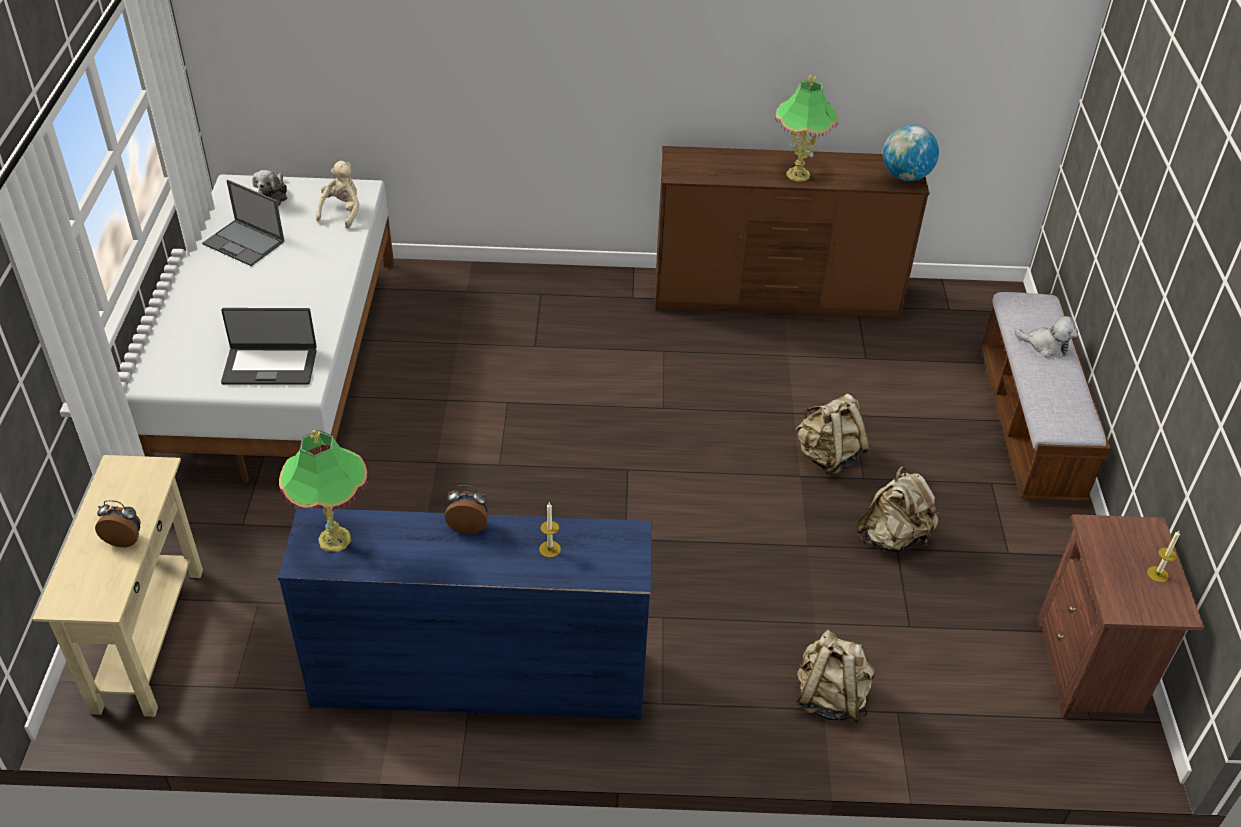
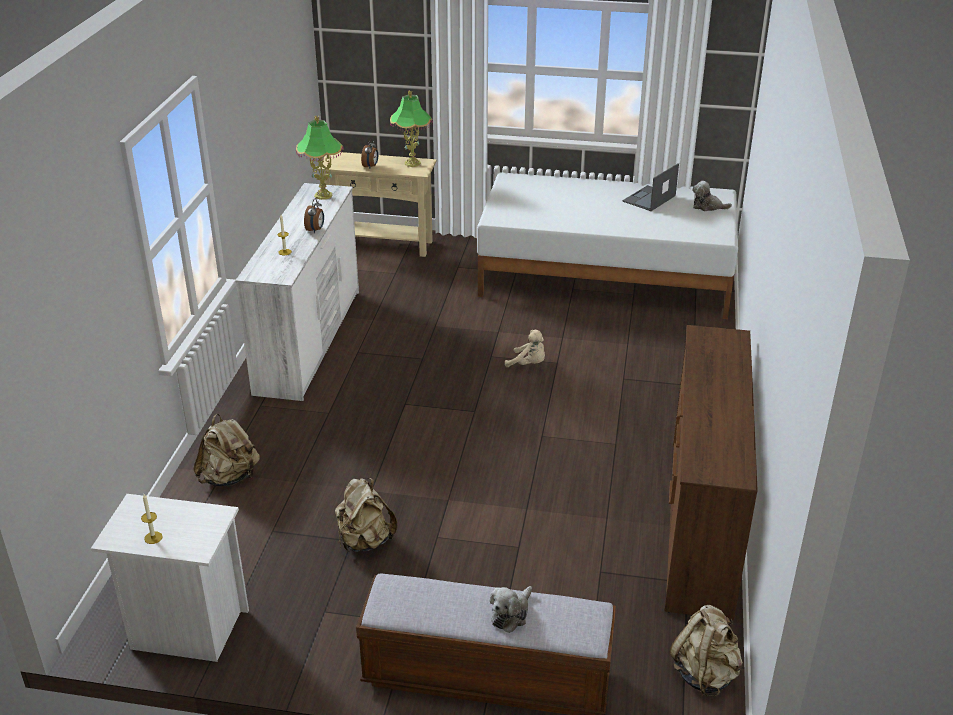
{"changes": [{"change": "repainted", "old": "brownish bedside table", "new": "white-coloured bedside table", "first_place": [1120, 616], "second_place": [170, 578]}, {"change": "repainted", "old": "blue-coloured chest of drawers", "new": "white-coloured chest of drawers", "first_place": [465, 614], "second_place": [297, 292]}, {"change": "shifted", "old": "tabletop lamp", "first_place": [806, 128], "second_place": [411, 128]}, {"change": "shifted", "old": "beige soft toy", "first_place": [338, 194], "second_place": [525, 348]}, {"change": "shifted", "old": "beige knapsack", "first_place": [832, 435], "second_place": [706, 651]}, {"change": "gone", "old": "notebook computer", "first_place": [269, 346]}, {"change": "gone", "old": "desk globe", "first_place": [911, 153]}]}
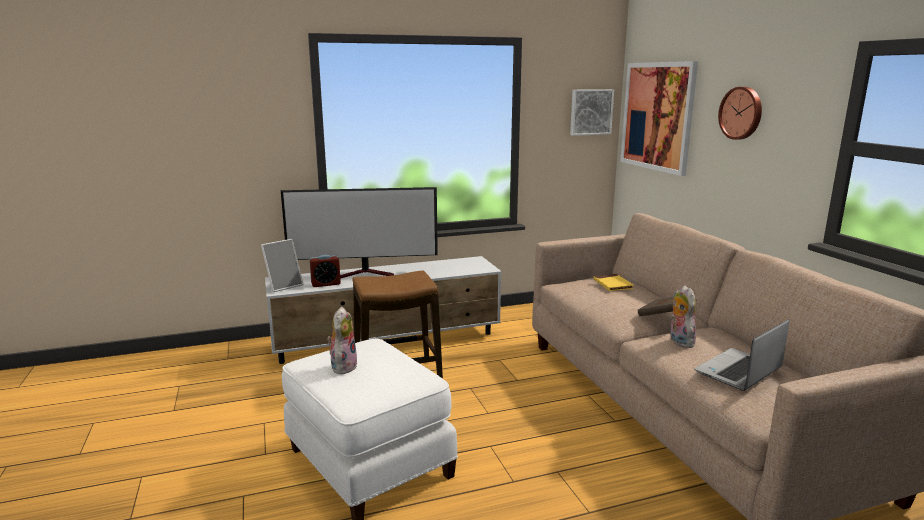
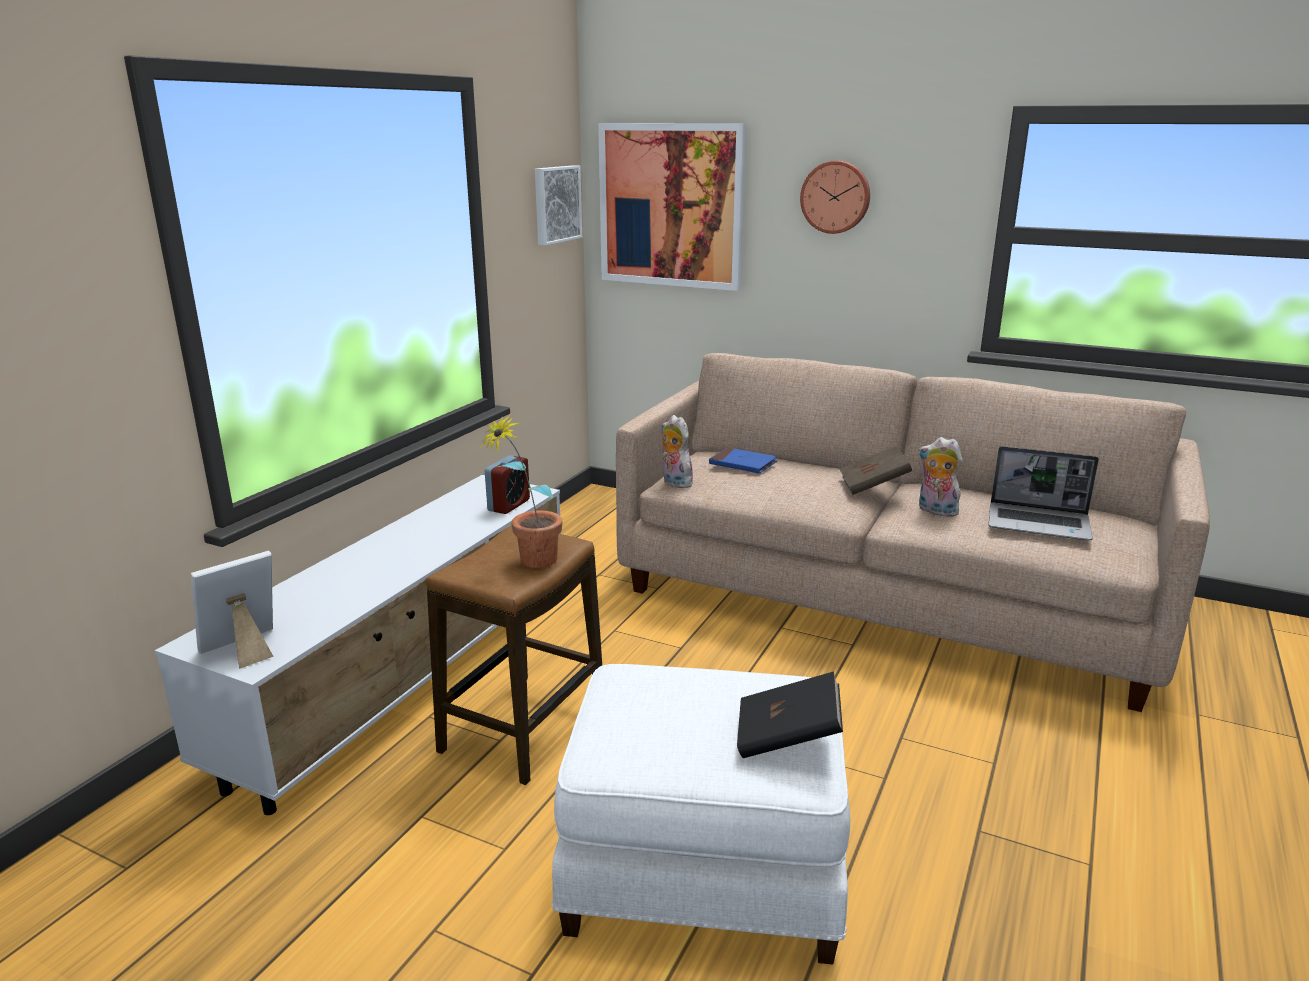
{"changes": [{"change": "rotated", "old": "standing frame", "first_place": [282, 265], "second_place": [232, 610], "degrees": -135}, {"change": "new", "new": "plant in a pot", "second_place": [521, 490]}, {"change": "shifted", "old": "table clock", "first_place": [325, 271], "second_place": [507, 484]}, {"change": "shifted", "old": "soft toy", "first_place": [342, 341], "second_place": [677, 451]}, {"change": "repainted", "old": "yellowish volume", "new": "blue-coloured volume", "first_place": [614, 282], "second_place": [743, 460]}, {"change": "new", "new": "black-coloured volume", "second_place": [790, 715]}, {"change": "rotated", "old": "notebook computer", "first_place": [742, 355], "second_place": [1044, 493], "degrees": -75}, {"change": "gone", "old": "television", "first_place": [359, 233]}]}
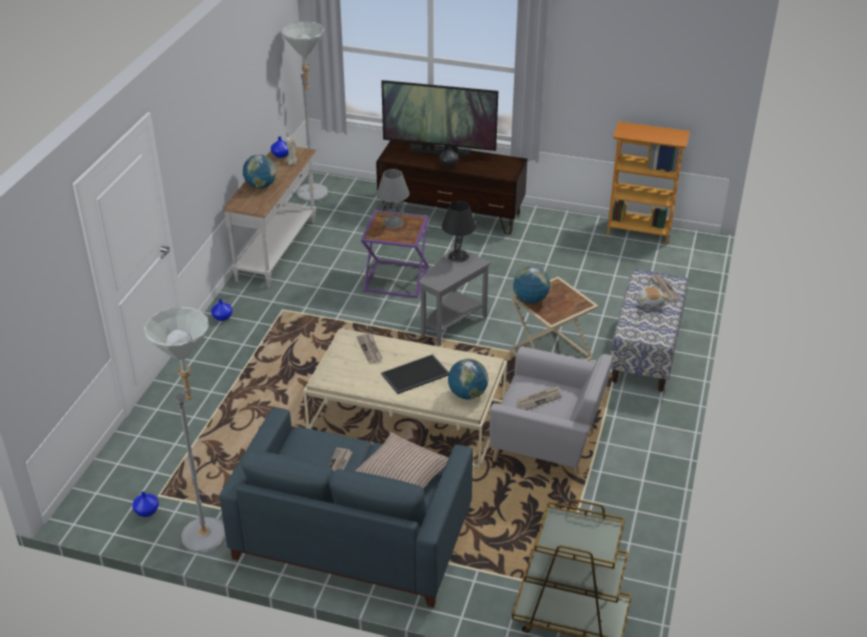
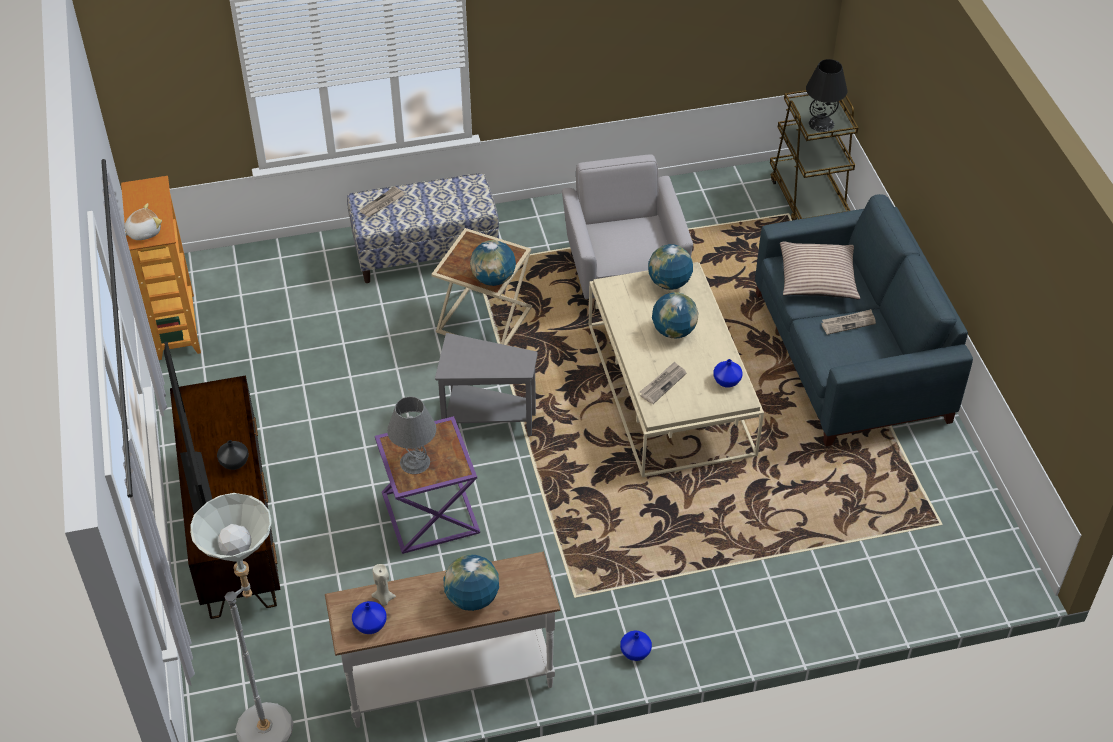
{"changes": [{"change": "shifted", "old": "soft toy", "first_place": [652, 298], "second_place": [143, 221]}, {"change": "swapped", "old": "serving tray", "new": "desk globe", "first_place": [415, 374], "second_place": [675, 315]}, {"change": "shifted", "old": "blue-coloured decorative vase", "first_place": [145, 504], "second_place": [728, 373]}, {"change": "shifted", "old": "black-coloured tabletop lamp", "first_place": [459, 231], "second_place": [826, 95]}, {"change": "gone", "old": "grey standard lamp", "first_place": [185, 430]}, {"change": "gone", "old": "printed paper", "first_place": [539, 397]}]}
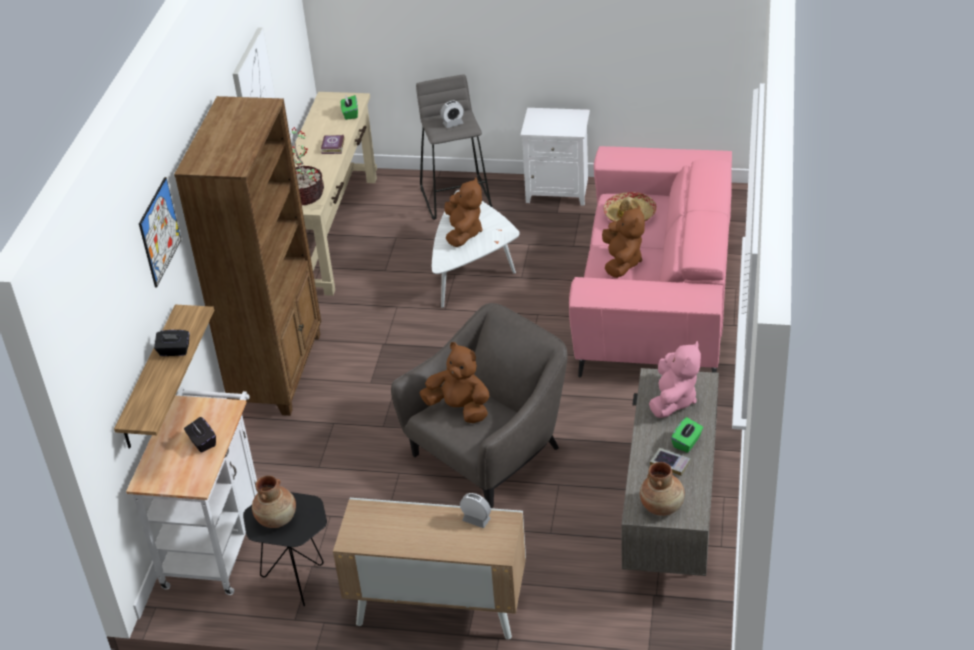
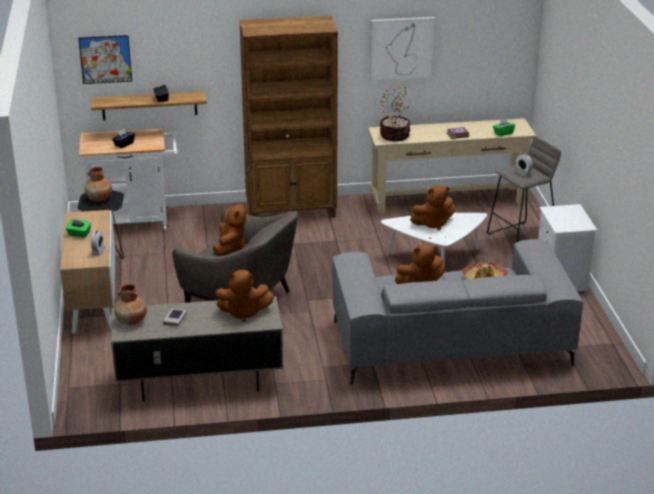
{"changes": [{"change": "shifted", "old": "greenish tissue box", "first_place": [687, 435], "second_place": [78, 228]}, {"change": "shifted", "old": "wall picture", "first_place": [160, 232], "second_place": [105, 59]}, {"change": "repainted", "old": "pinkish soft toy", "new": "brownish soft toy", "first_place": [675, 379], "second_place": [244, 296]}, {"change": "repainted", "old": "pinkish couch", "new": "grey couch", "first_place": [650, 261], "second_place": [457, 312]}]}
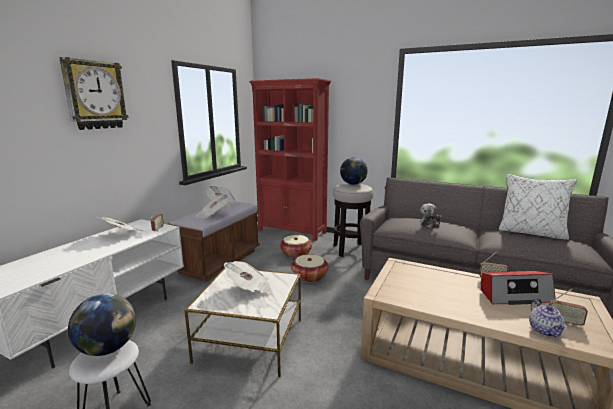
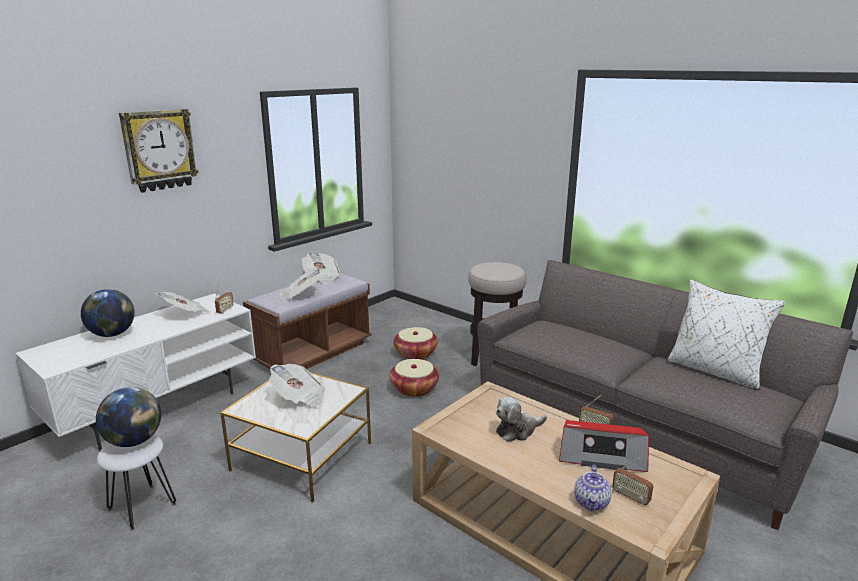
{"changes": [{"change": "shifted", "old": "desk globe", "first_place": [354, 171], "second_place": [108, 313]}, {"change": "shifted", "old": "soft toy", "first_place": [431, 215], "second_place": [521, 419]}, {"change": "gone", "old": "reddish bookcase", "first_place": [290, 159]}]}
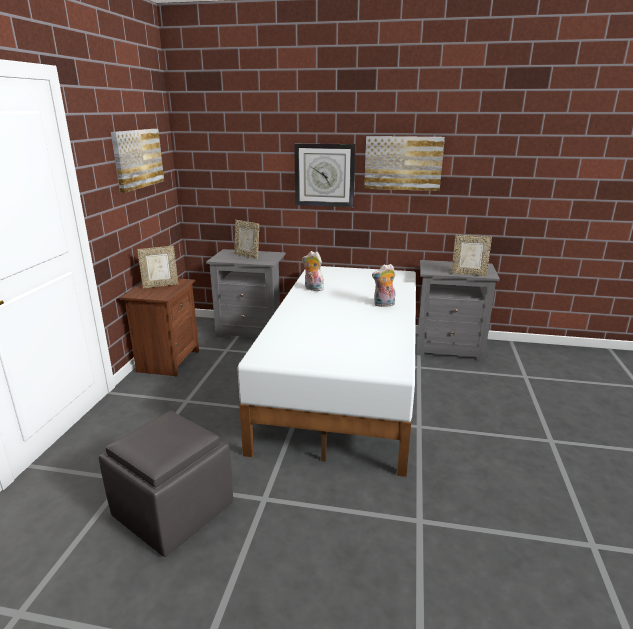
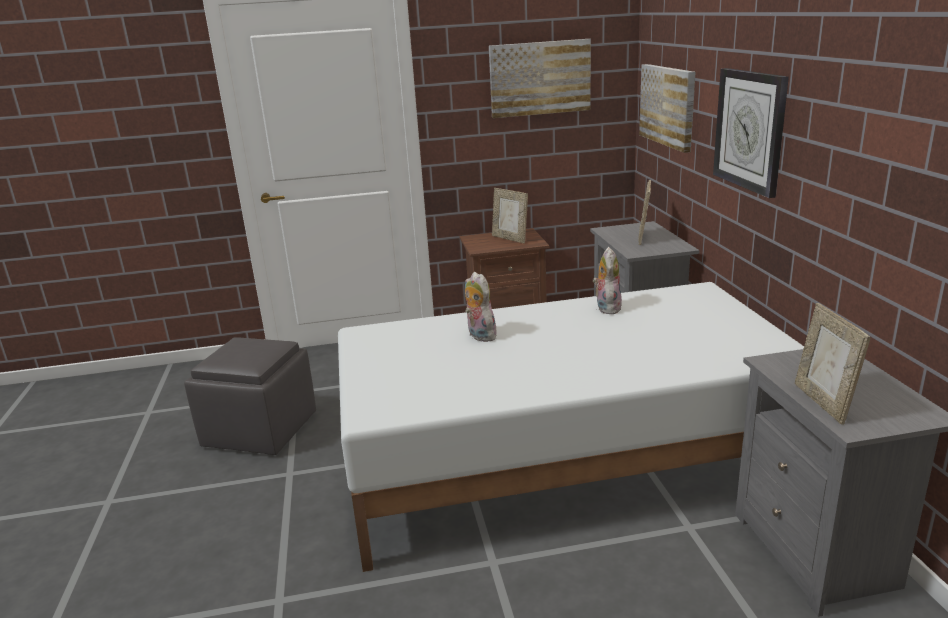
{"changes": [{"change": "shifted", "old": "soft toy", "first_place": [383, 285], "second_place": [481, 307]}, {"change": "shifted", "old": "wall picture", "first_place": [404, 163], "second_place": [667, 108]}]}
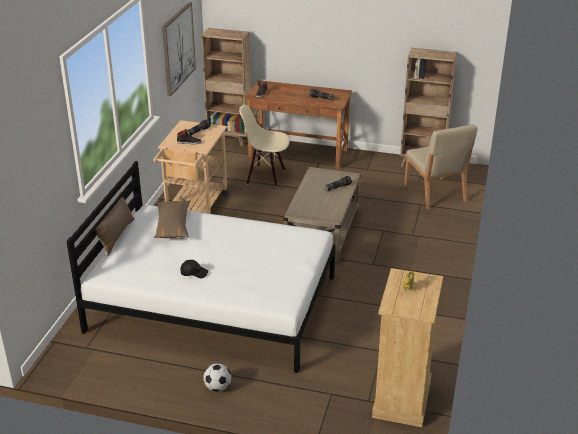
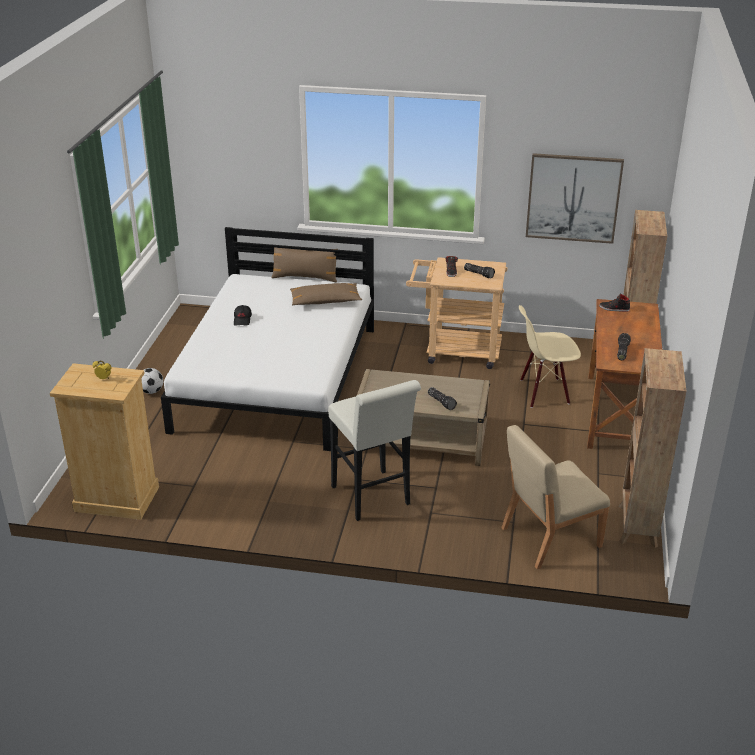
{"changes": [{"change": "new", "new": "white-coloured stool", "second_place": [374, 450]}, {"change": "rotated", "old": "beige upright chair", "first_place": [264, 145], "second_place": [550, 356], "degrees": -105}]}
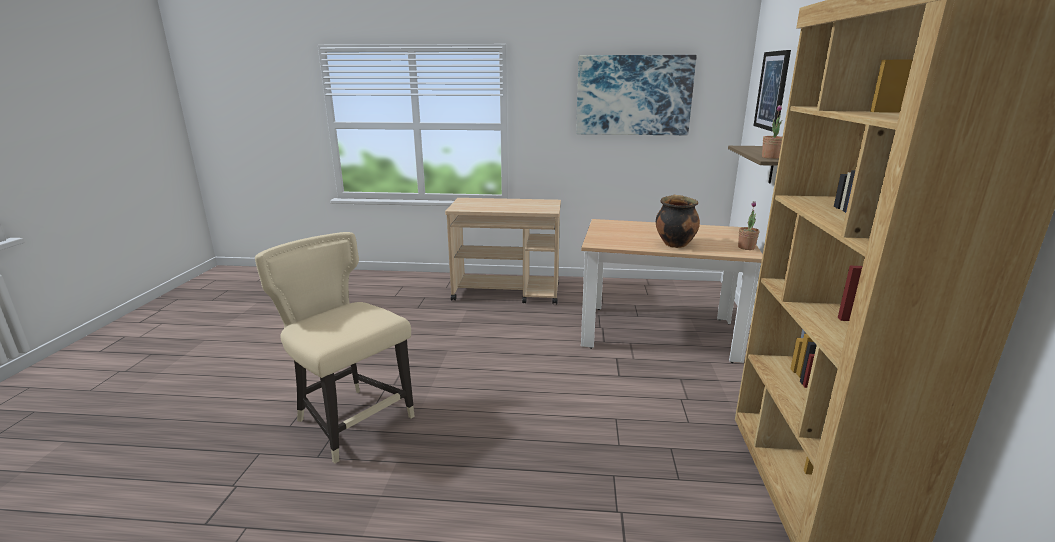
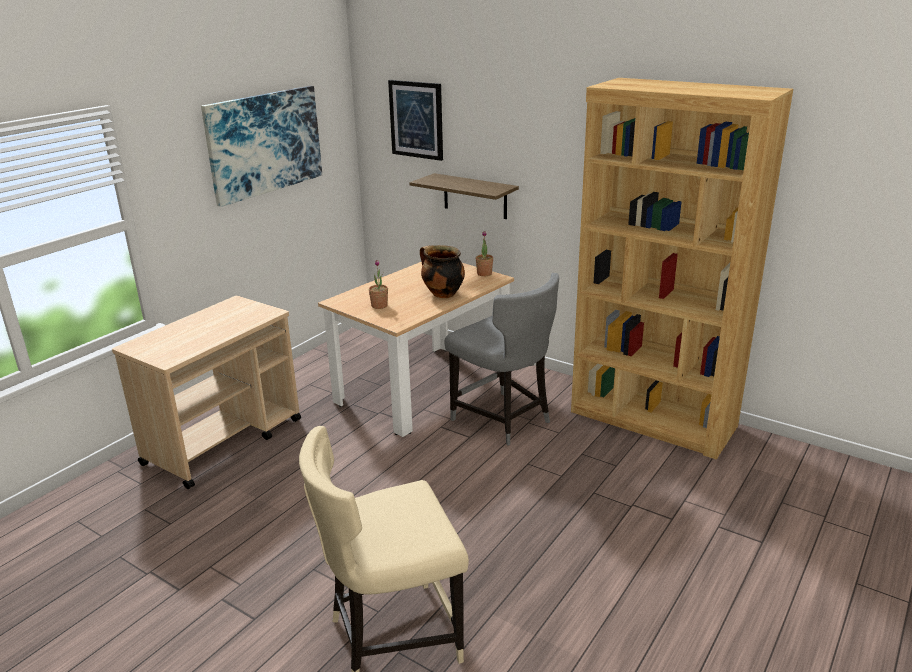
{"changes": [{"change": "shifted", "old": "plant in a pot", "first_place": [772, 132], "second_place": [378, 284]}, {"change": "new", "new": "grey upright chair", "second_place": [502, 359]}]}
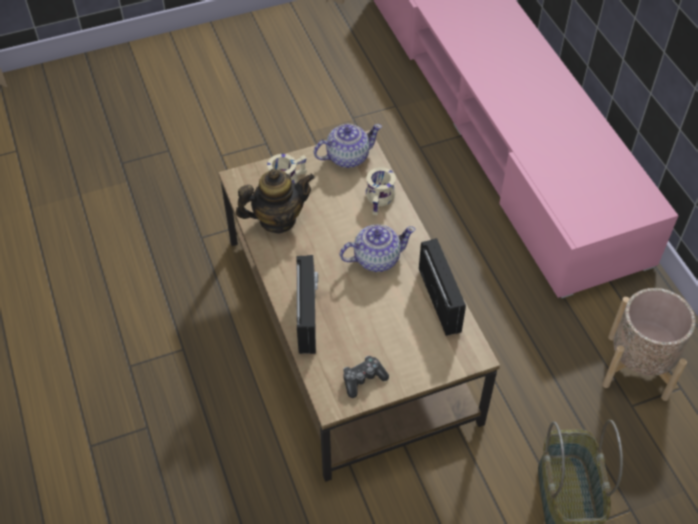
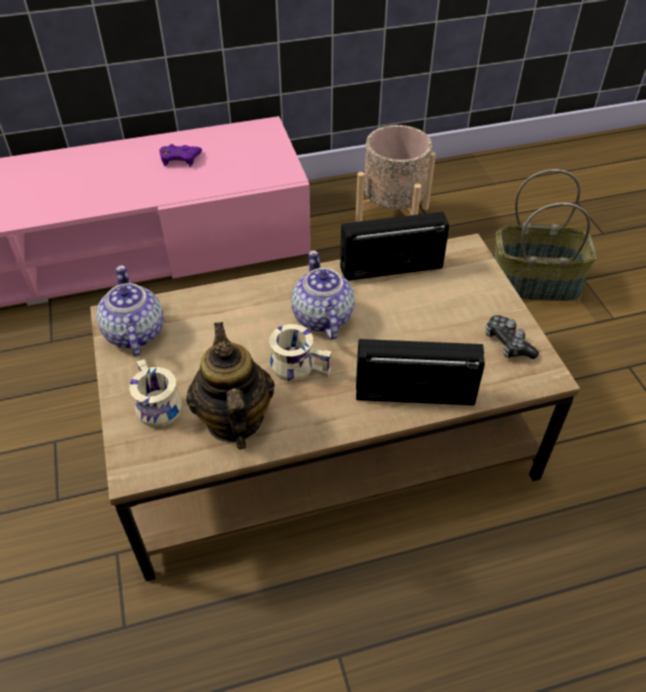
{"changes": [{"change": "new", "new": "purplish game controller", "second_place": [180, 155]}, {"change": "shifted", "old": "beige tea mug", "first_place": [381, 191], "second_place": [300, 352]}]}
